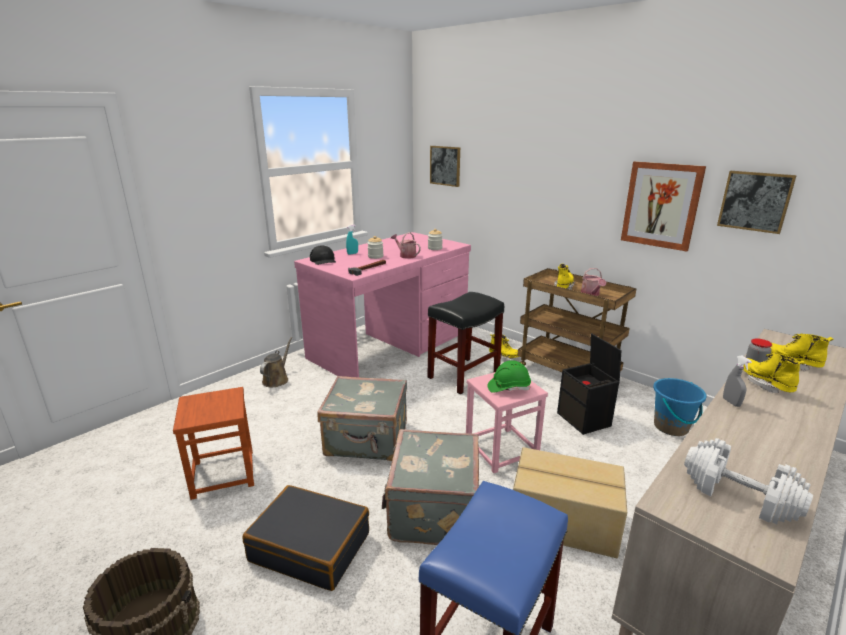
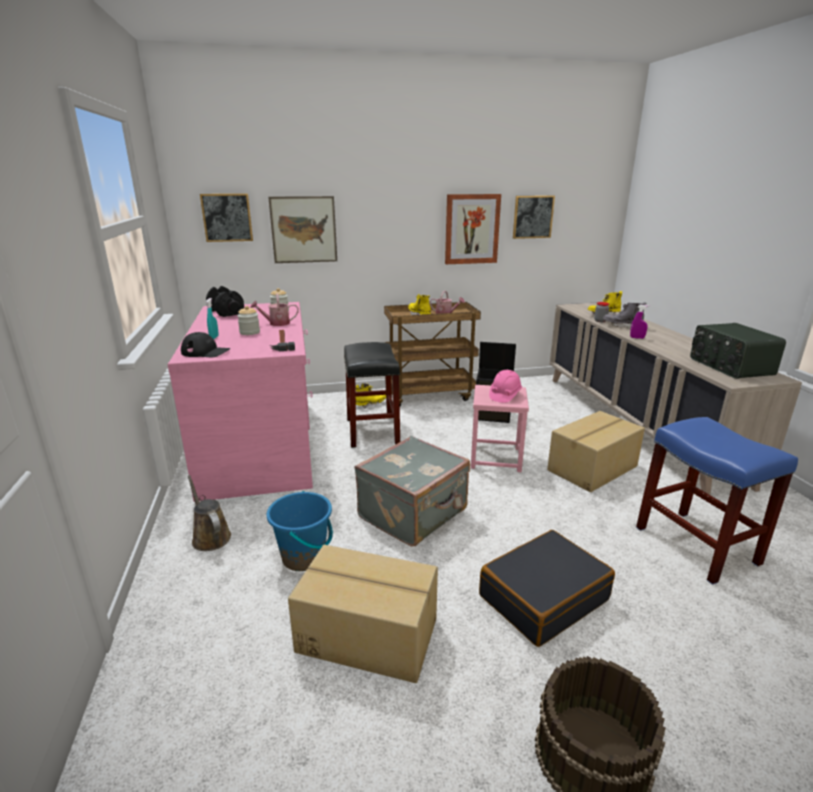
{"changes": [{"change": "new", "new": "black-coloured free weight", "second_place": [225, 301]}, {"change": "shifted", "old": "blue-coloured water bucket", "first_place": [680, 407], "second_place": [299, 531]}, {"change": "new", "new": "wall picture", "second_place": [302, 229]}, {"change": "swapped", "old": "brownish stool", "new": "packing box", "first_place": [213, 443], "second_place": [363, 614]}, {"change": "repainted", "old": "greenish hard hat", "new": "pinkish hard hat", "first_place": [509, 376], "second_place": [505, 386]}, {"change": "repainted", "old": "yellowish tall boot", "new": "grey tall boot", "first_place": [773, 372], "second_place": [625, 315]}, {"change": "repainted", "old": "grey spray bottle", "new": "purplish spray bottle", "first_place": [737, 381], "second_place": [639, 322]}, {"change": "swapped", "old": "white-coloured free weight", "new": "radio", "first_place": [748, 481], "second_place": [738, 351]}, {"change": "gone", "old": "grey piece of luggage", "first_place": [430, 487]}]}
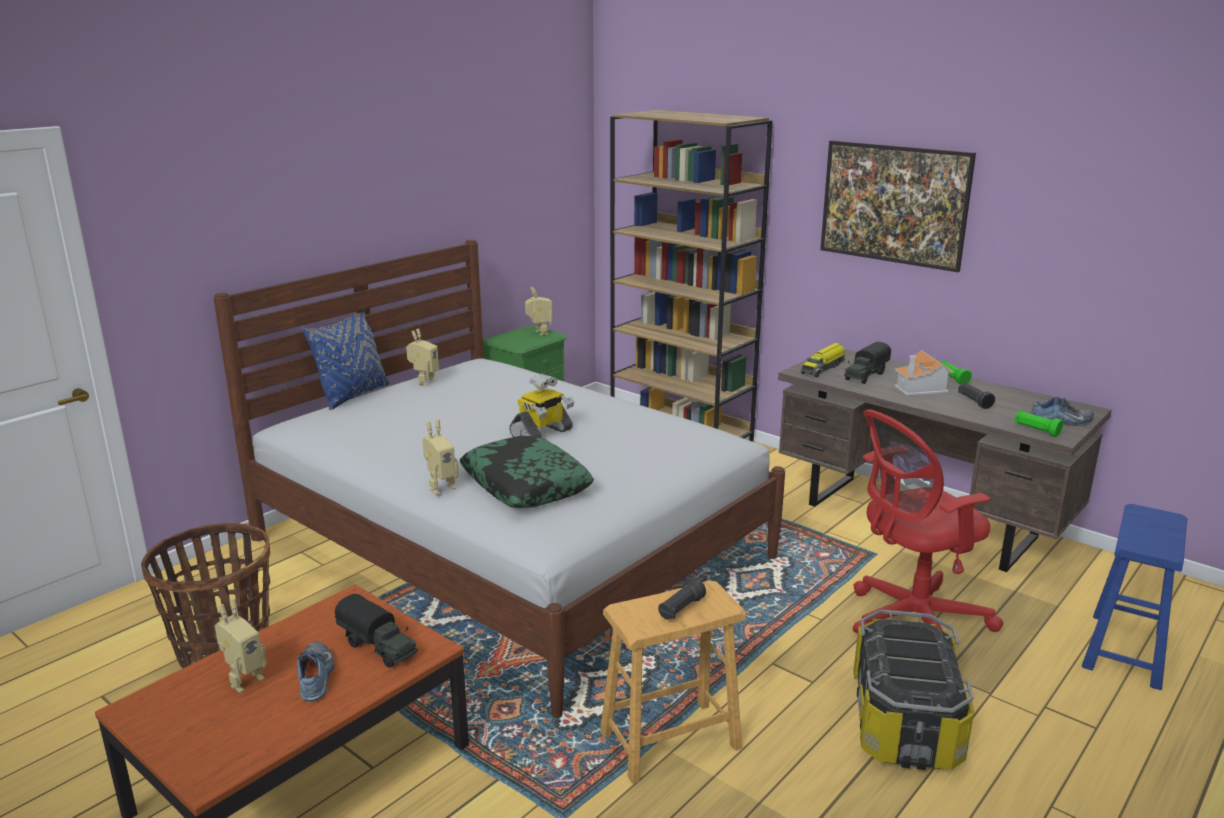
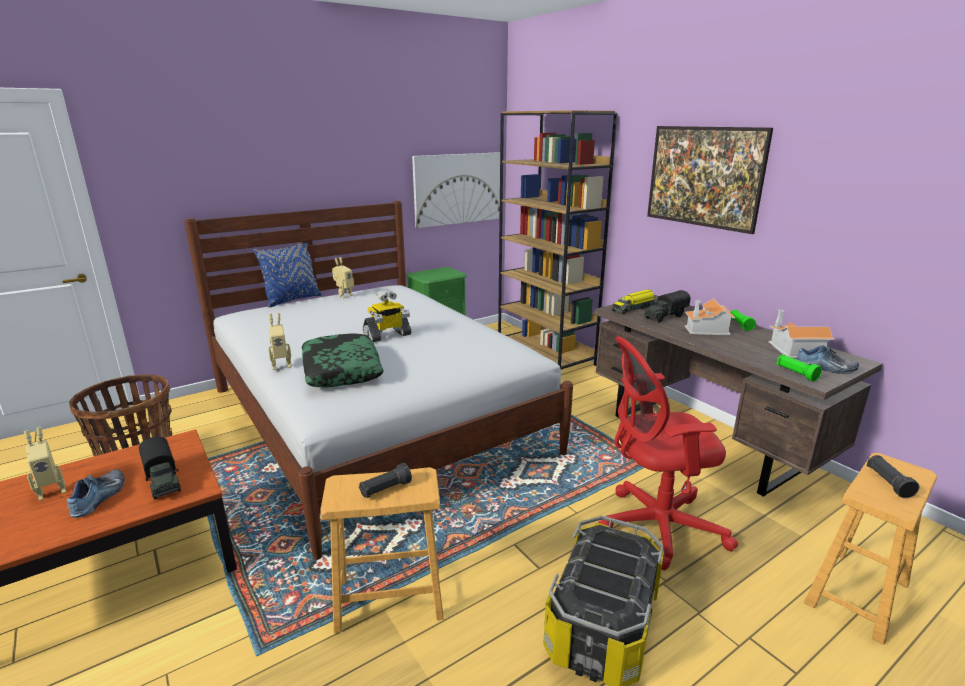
{"changes": [{"change": "new", "new": "wall picture", "second_place": [456, 190]}, {"change": "new", "new": "toy house", "second_place": [802, 334]}, {"change": "repainted", "old": "blue-coloured stool", "new": "brownish stool", "first_place": [1134, 597], "second_place": [870, 549]}, {"change": "shifted", "old": "black-coloured flashlight", "first_place": [976, 395], "second_place": [893, 476]}, {"change": "gone", "old": "toy robot", "first_place": [539, 311]}]}
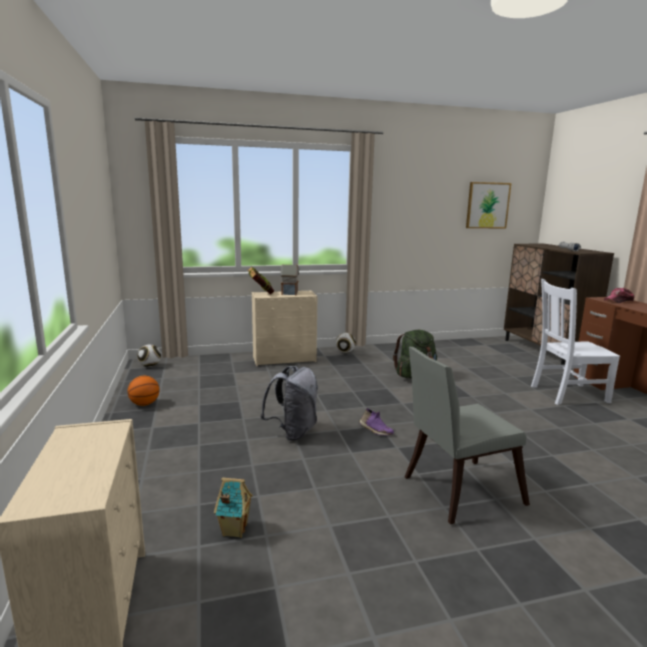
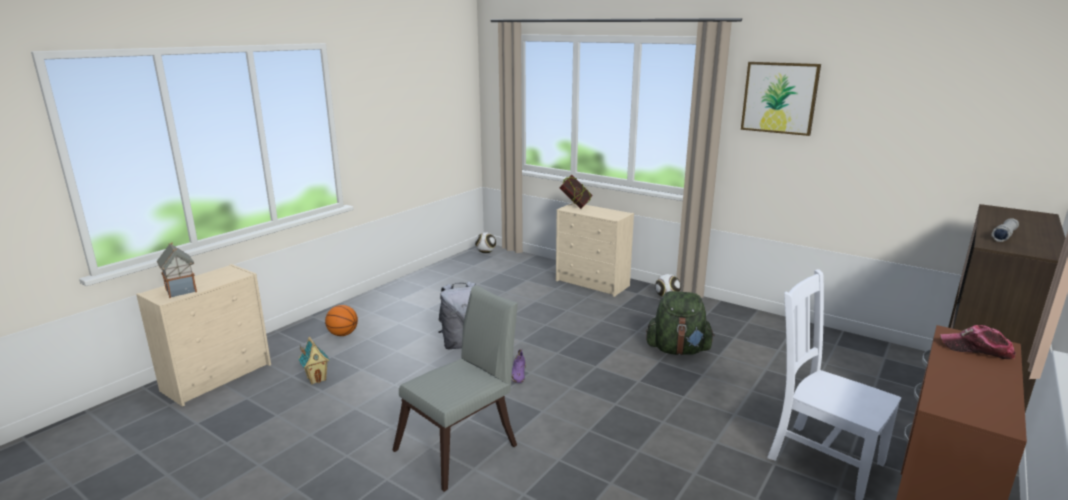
{"changes": [{"change": "shifted", "old": "toy house", "first_place": [290, 279], "second_place": [177, 270]}, {"change": "shifted", "old": "basketball", "first_place": [144, 391], "second_place": [341, 320]}, {"change": "rotated", "old": "grey upright chair", "first_place": [467, 435], "second_place": [455, 388], "degrees": 105}, {"change": "shifted", "old": "wall picture", "first_place": [488, 205], "second_place": [781, 99]}]}
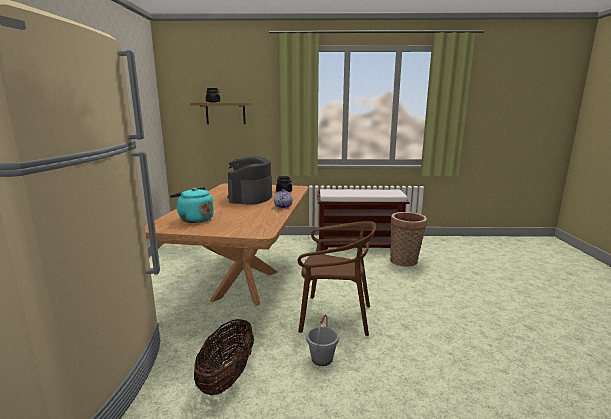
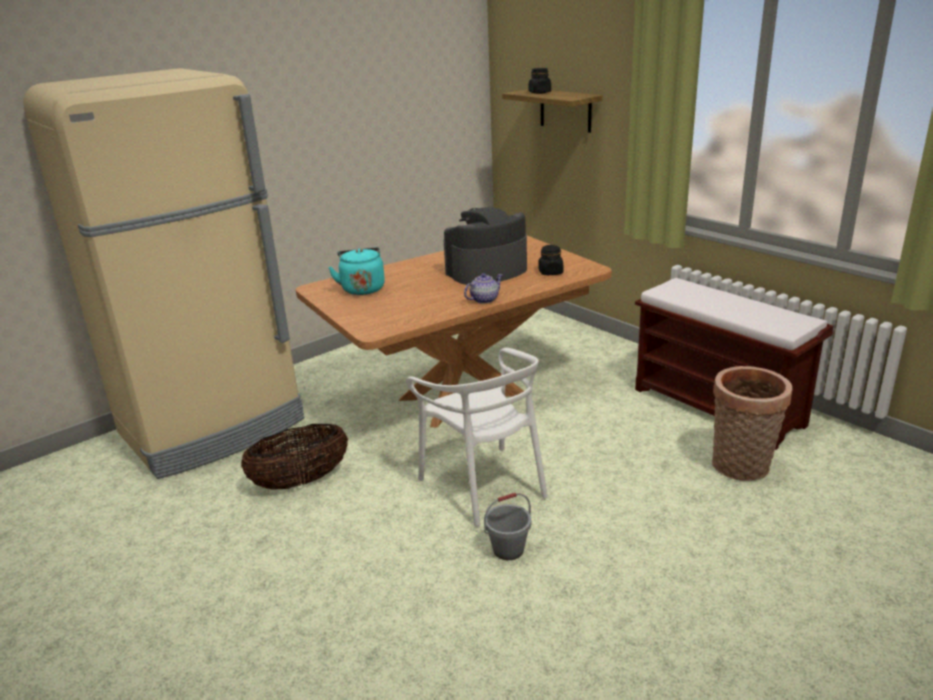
{"changes": [{"change": "repainted", "old": "brownish upright chair", "new": "white-coloured upright chair", "first_place": [337, 278], "second_place": [477, 437]}, {"change": "shifted", "old": "grey water bucket", "first_place": [322, 340], "second_place": [507, 526]}]}
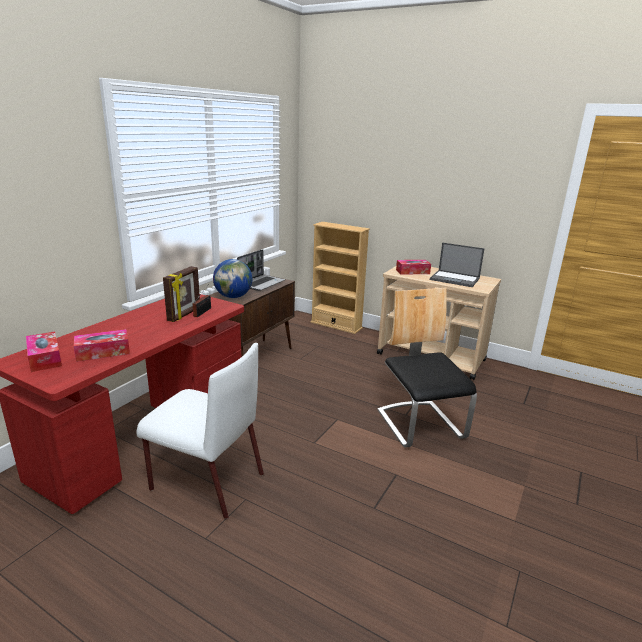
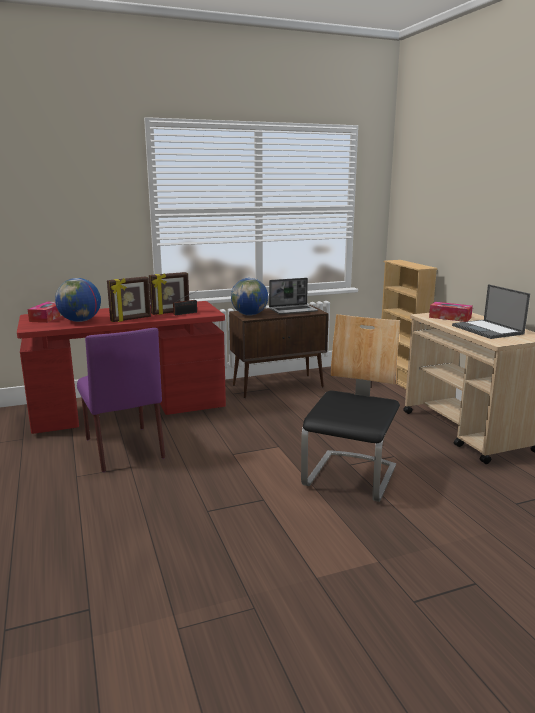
{"changes": [{"change": "swapped", "old": "tissue box", "new": "desk globe", "first_place": [102, 345], "second_place": [78, 300]}, {"change": "repainted", "old": "white-coloured upright chair", "new": "purplish upright chair", "first_place": [200, 431], "second_place": [121, 400]}, {"change": "new", "new": "standing frame", "second_place": [129, 299]}]}
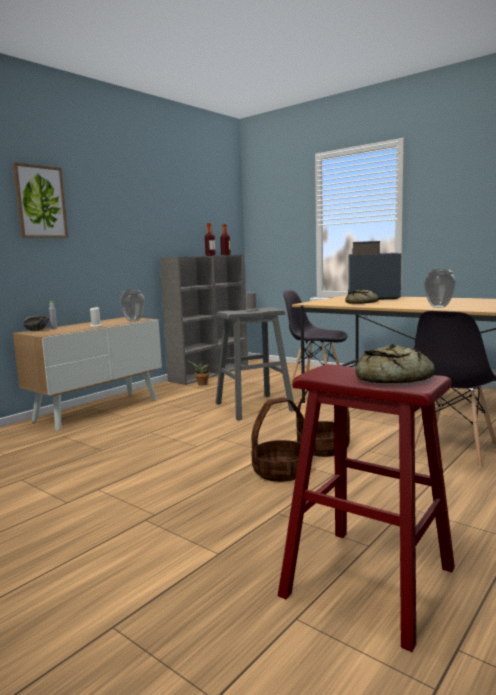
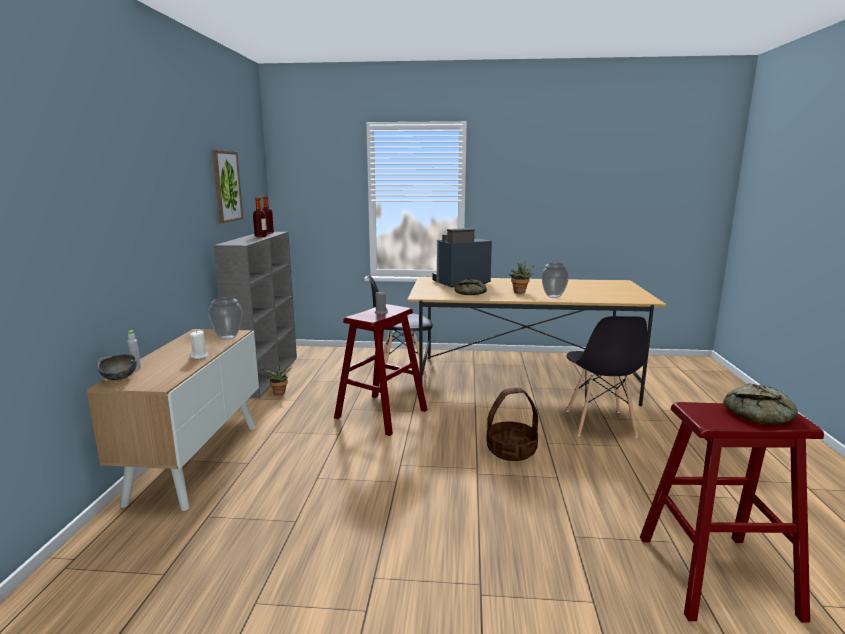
{"changes": [{"change": "shifted", "old": "wall picture", "first_place": [40, 200], "second_place": [227, 186]}, {"change": "repainted", "old": "grey stool", "new": "reddish stool", "first_place": [255, 363], "second_place": [380, 370]}, {"change": "new", "new": "plant in a pot", "second_place": [522, 278]}, {"change": "gone", "old": "household basket", "first_place": [277, 439]}]}
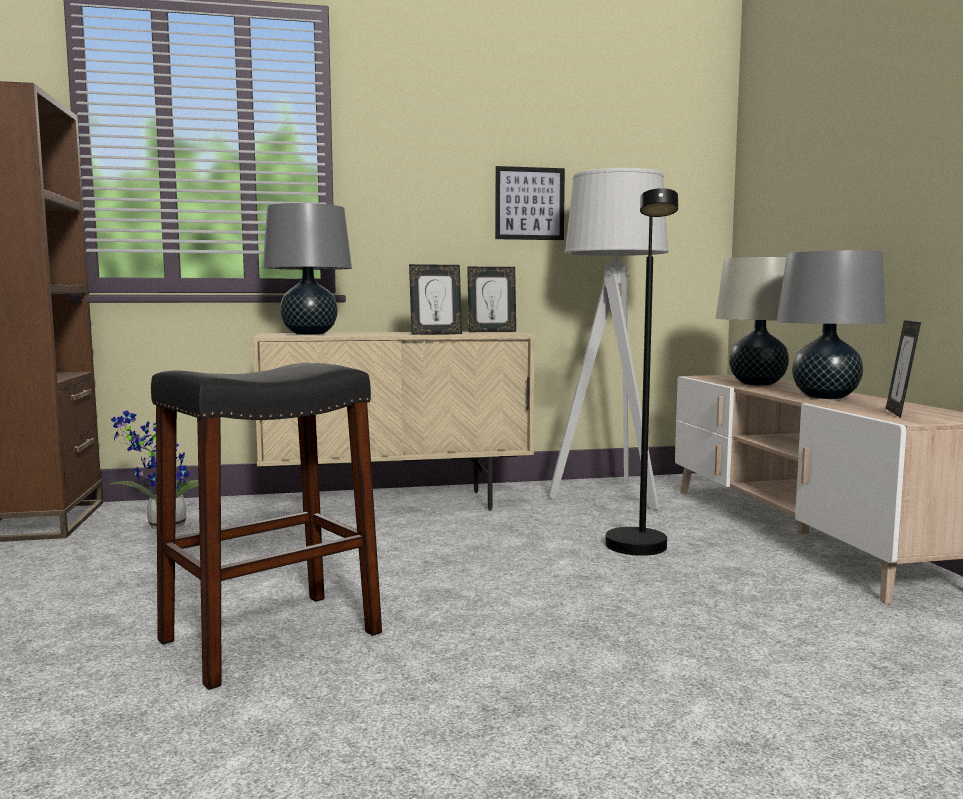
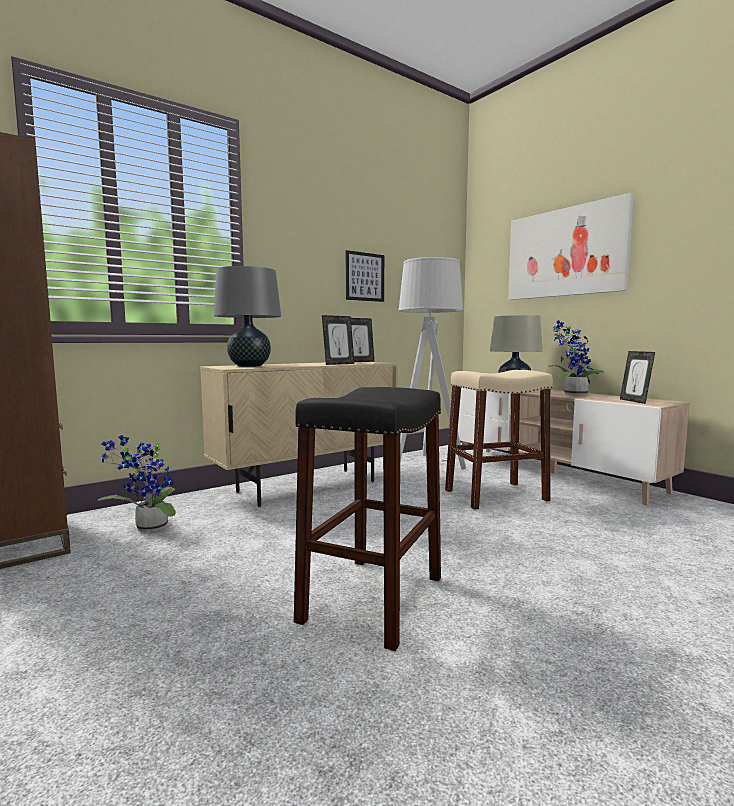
{"changes": [{"change": "swapped", "old": "black-coloured standard lamp", "new": "beige stool", "first_place": [641, 372], "second_place": [499, 440]}, {"change": "new", "new": "wall picture", "second_place": [571, 246]}, {"change": "swapped", "old": "grey tabletop lamp", "new": "plant in a pot", "first_place": [831, 324], "second_place": [577, 358]}]}
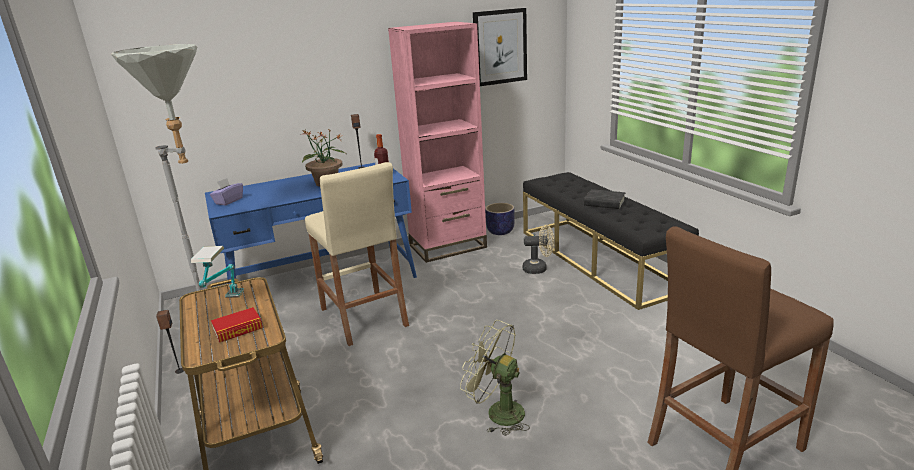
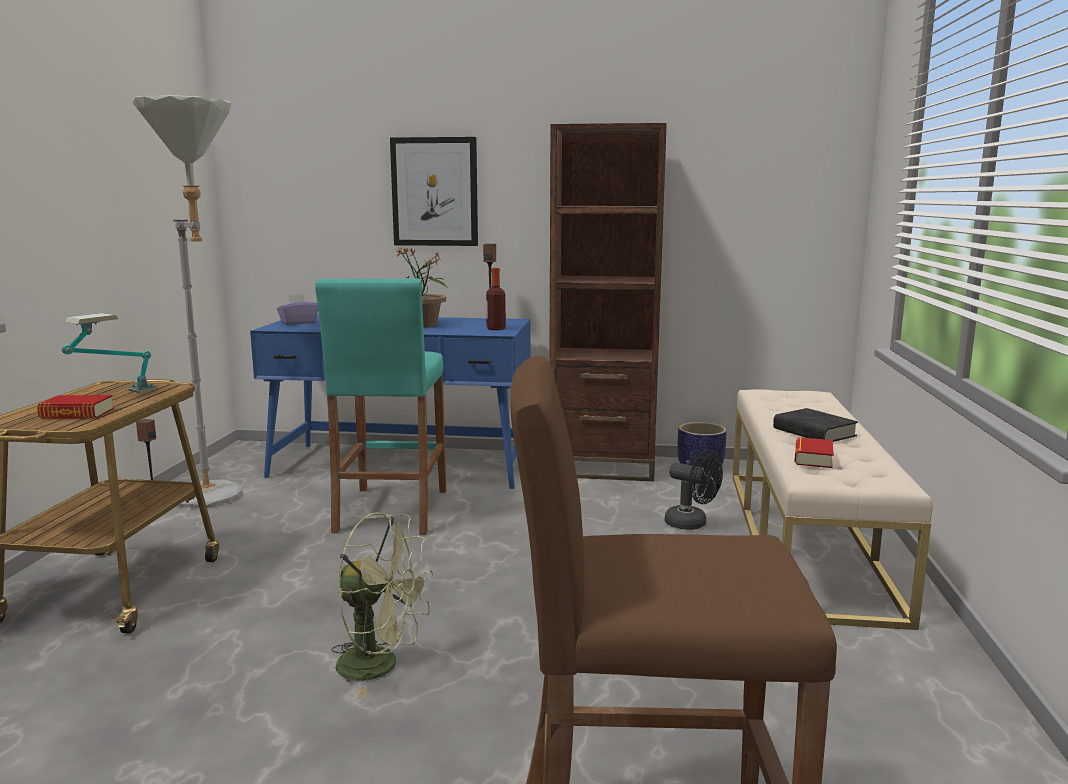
{"changes": [{"change": "repainted", "old": "beige stool", "new": "turquoise-coloured stool", "first_place": [357, 254], "second_place": [380, 406]}, {"change": "rotated", "old": "greenish fan", "first_place": [495, 378], "second_place": [382, 604], "degrees": 135}, {"change": "shifted", "old": "wall picture", "first_place": [500, 47], "second_place": [434, 191]}, {"change": "repainted", "old": "pinkish bookcase", "new": "brownish bookcase", "first_place": [437, 142], "second_place": [608, 302]}, {"change": "repainted", "old": "beige fan", "new": "black-coloured fan", "first_place": [538, 249], "second_place": [694, 490]}, {"change": "repainted", "old": "black-coloured long seat", "new": "beige long seat", "first_place": [611, 241], "second_place": [832, 509]}, {"change": "new", "new": "volume", "second_place": [814, 452]}]}
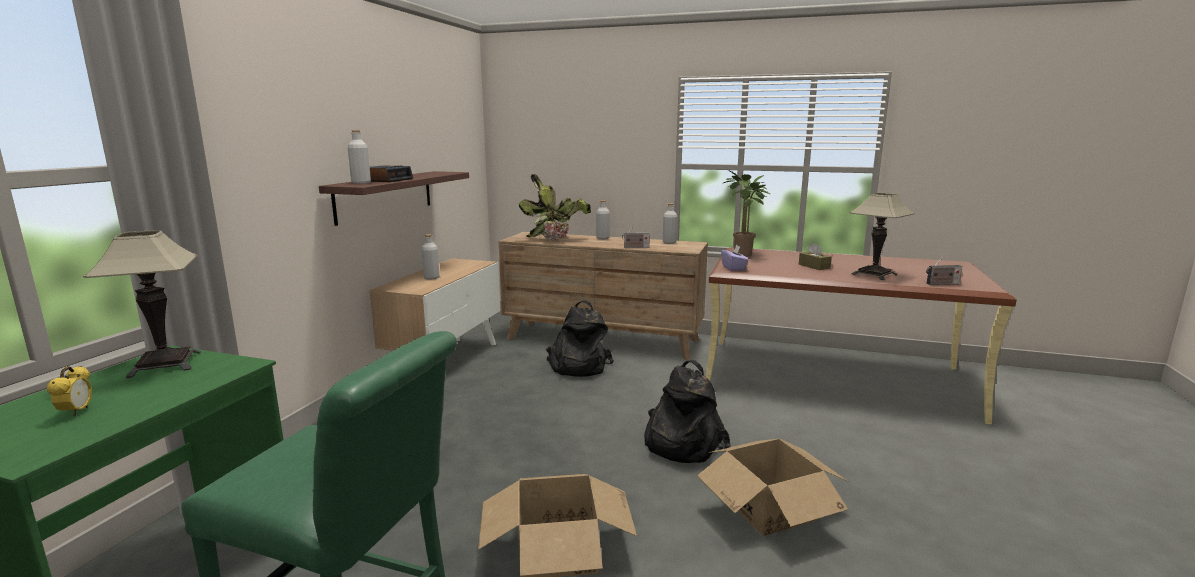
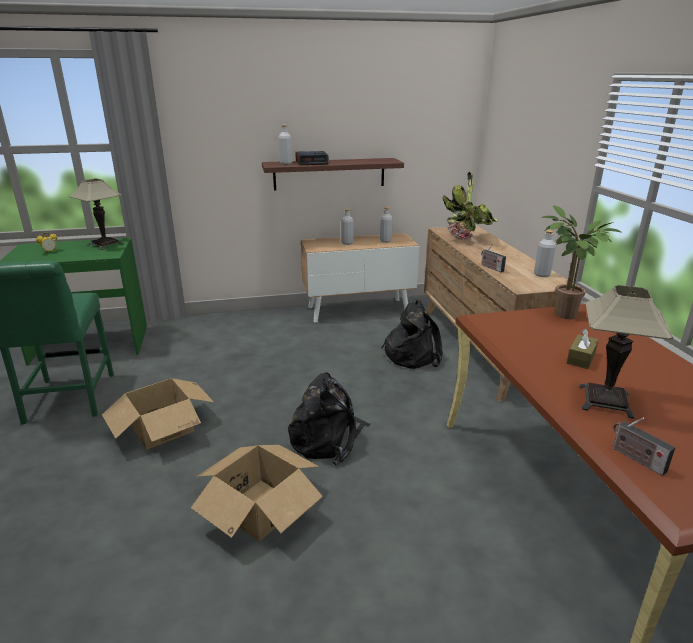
{"changes": [{"change": "shifted", "old": "grey beverage bottle", "first_place": [603, 219], "second_place": [386, 224]}, {"change": "gone", "old": "purplish tissue box", "first_place": [735, 258]}]}
